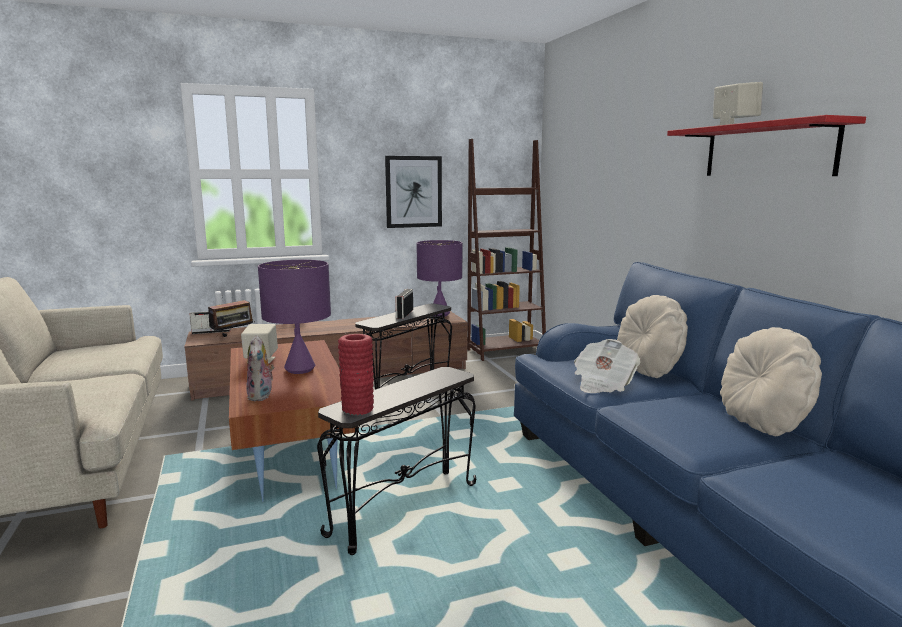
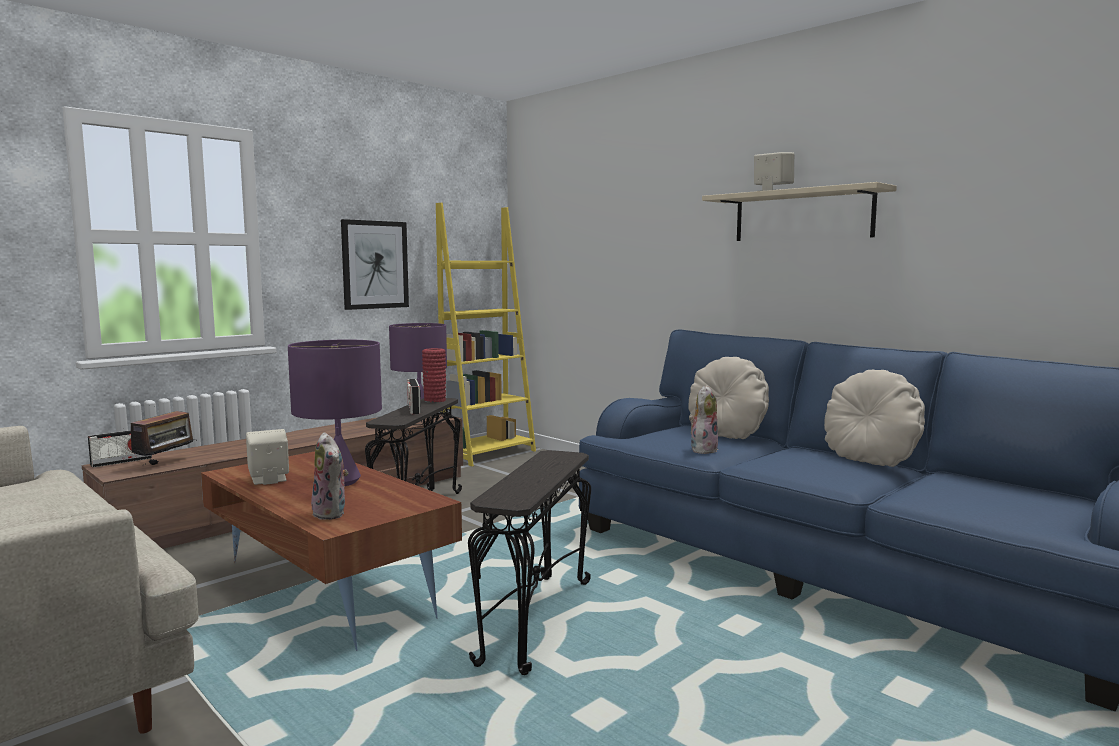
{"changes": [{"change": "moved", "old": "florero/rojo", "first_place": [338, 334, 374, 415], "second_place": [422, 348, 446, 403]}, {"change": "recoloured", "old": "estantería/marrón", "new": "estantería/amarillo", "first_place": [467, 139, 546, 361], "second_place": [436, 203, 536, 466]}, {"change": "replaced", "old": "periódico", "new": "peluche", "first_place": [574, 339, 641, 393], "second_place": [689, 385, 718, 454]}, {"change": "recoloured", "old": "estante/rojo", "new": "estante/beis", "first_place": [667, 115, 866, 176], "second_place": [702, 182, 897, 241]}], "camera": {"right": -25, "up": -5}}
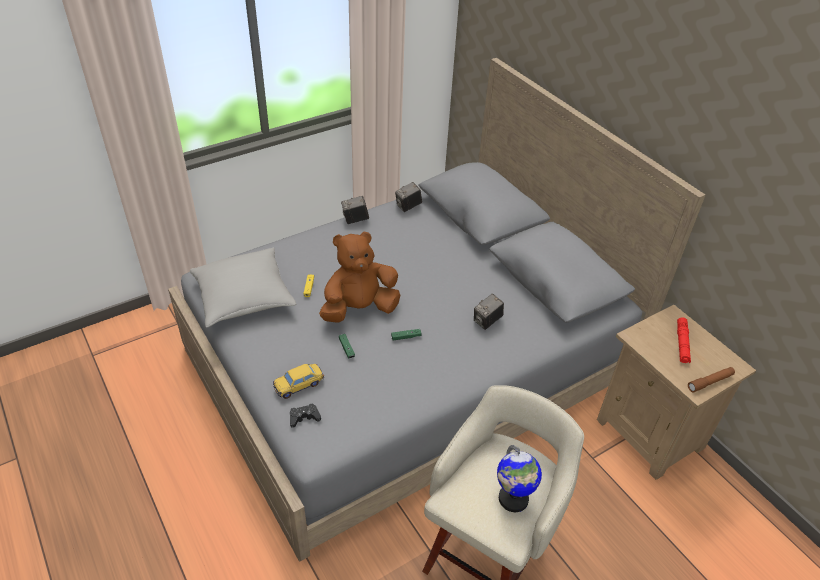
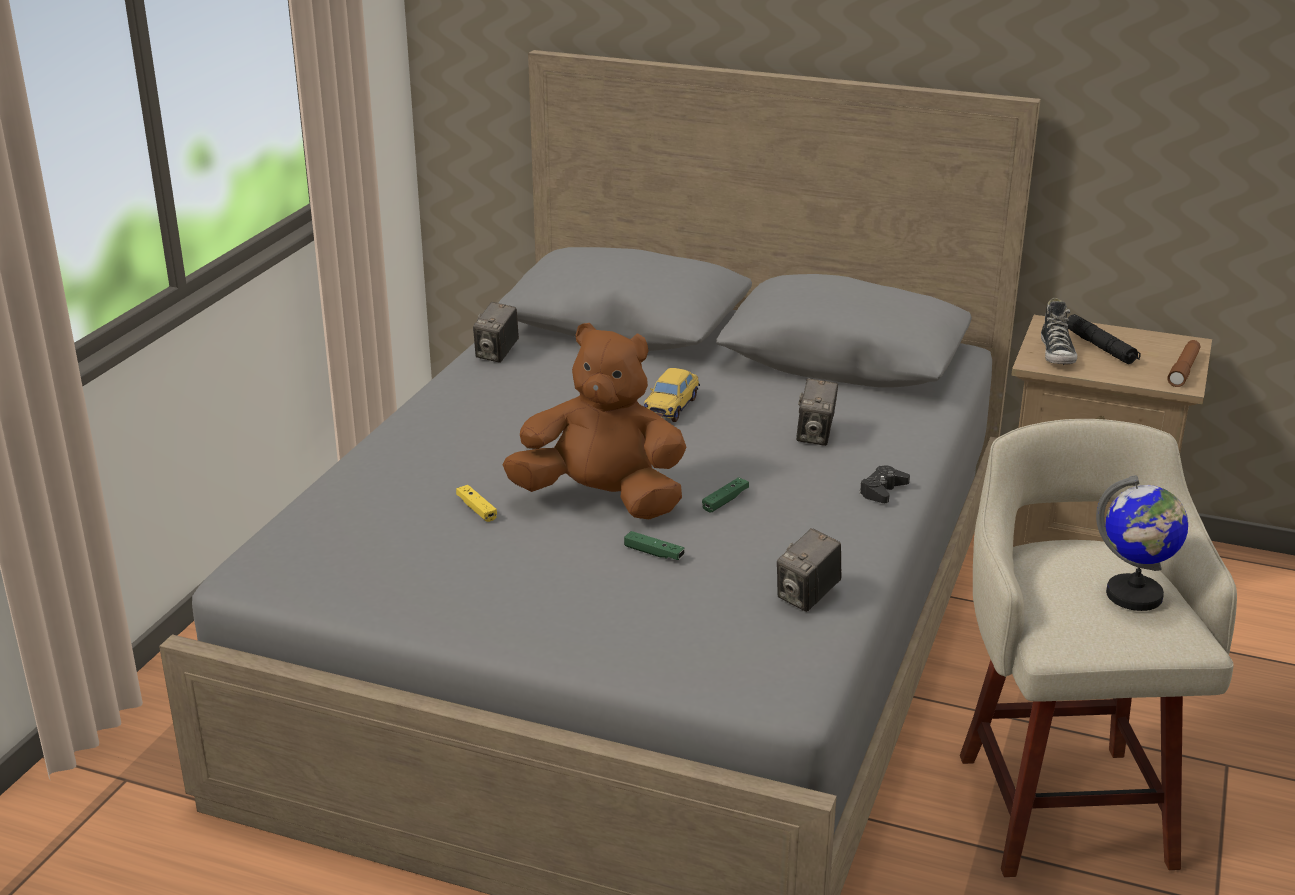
{"changes": [{"change": "removed", "old": "cojín/gris", "first_place": [190, 248, 296, 328]}, {"change": "moved", "old": "coche de juguete", "first_place": [273, 364, 324, 399], "second_place": [644, 368, 700, 422]}, {"change": "moved", "old": "mando de consola/negro", "first_place": [290, 403, 321, 428], "second_place": [859, 465, 910, 503]}, {"change": "turned", "old": "peluche/marrón", "first_place": [319, 232, 400, 323], "second_place": [502, 323, 686, 520], "degrees": 75}, {"change": "moved", "old": "cámara", "first_place": [341, 196, 369, 224], "second_place": [777, 528, 841, 612]}, {"change": "recoloured", "old": "linterna/rojo", "new": "linterna/negro", "first_place": [677, 317, 691, 364], "second_place": [1067, 314, 1140, 364]}, {"change": "added", "new": "zapato", "second_place": [1041, 298, 1077, 365]}], "camera": {"right": -35, "up": -15}}
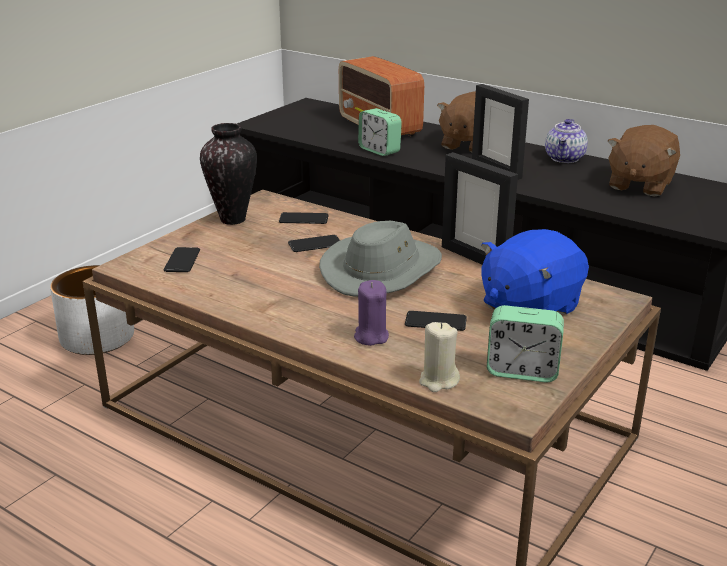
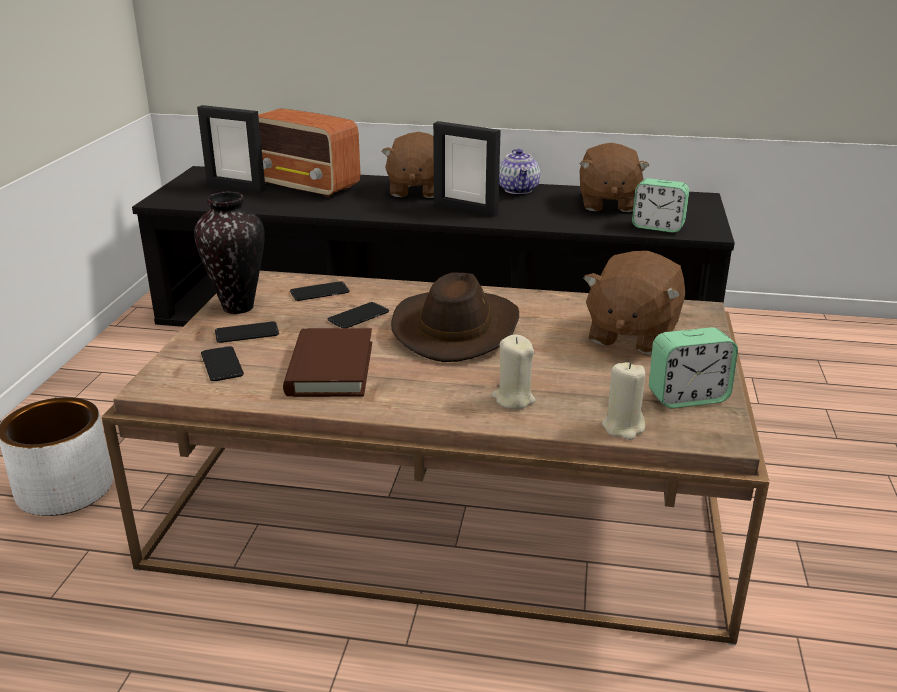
{"changes": [{"change": "recoloured", "old": "sombrero/gris", "new": "sombrero/marrón", "first_place": [319, 221, 442, 297], "second_place": [391, 272, 519, 362]}, {"change": "recoloured", "old": "vela/morado", "new": "vela/beis", "first_place": [354, 280, 389, 346], "second_place": [492, 335, 535, 409]}, {"change": "moved", "old": "despertador", "first_place": [358, 108, 402, 156], "second_place": [632, 178, 689, 233]}, {"change": "moved", "old": "móvil", "first_place": [405, 311, 467, 331], "second_place": [215, 321, 279, 343]}, {"change": "moved", "old": "portarretratos", "first_place": [442, 152, 518, 265], "second_place": [197, 105, 266, 193]}, {"change": "recoloured", "old": "peluche/azul", "new": "peluche/marrón", "first_place": [481, 229, 589, 314], "second_place": [583, 251, 686, 355]}, {"change": "added", "new": "libro/marrón", "second_place": [283, 328, 372, 397]}], "camera": {"right": -25, "up": 0}}
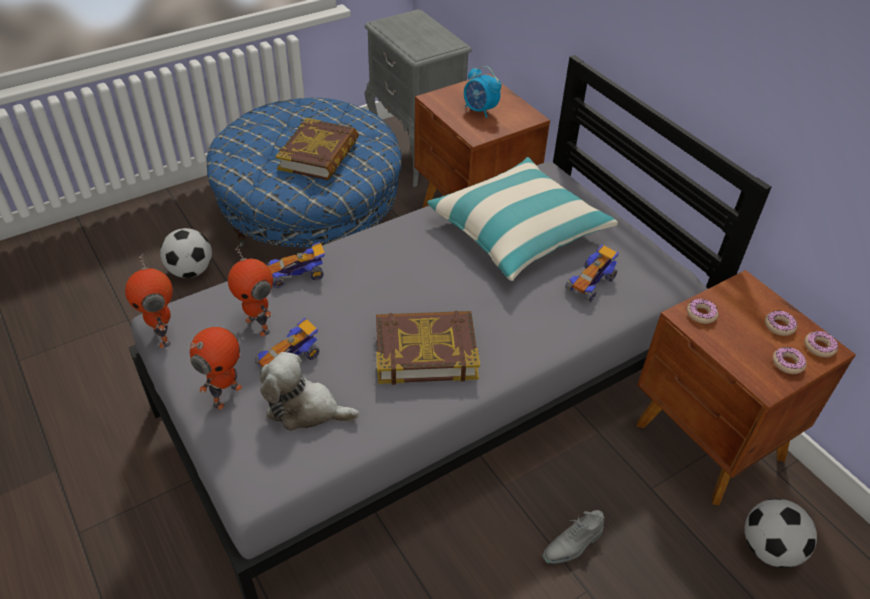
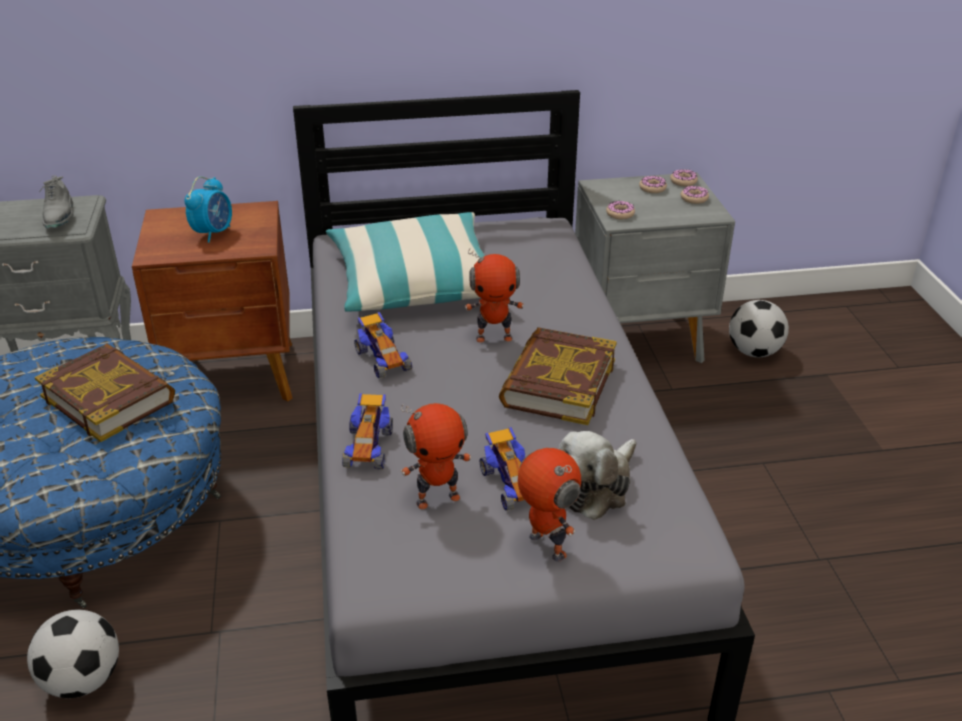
{"changes": [{"change": "moved", "old": "robot de juguete", "first_place": [125, 253, 173, 348], "second_place": [465, 248, 524, 343]}, {"change": "turned", "old": "despertador", "first_place": [464, 66, 501, 118], "second_place": [184, 176, 232, 243], "degrees": -45}, {"change": "moved", "old": "zapato/gris", "first_place": [542, 510, 605, 564], "second_place": [39, 175, 74, 229]}, {"change": "moved", "old": "coche de juguete", "first_place": [565, 244, 619, 302], "second_place": [354, 312, 412, 378]}, {"change": "recoloured", "old": "mesita de noche/marrón", "new": "mesita de noche/gris", "first_place": [637, 270, 856, 505], "second_place": [575, 172, 735, 363]}], "camera": {"right": -65, "up": -10}}
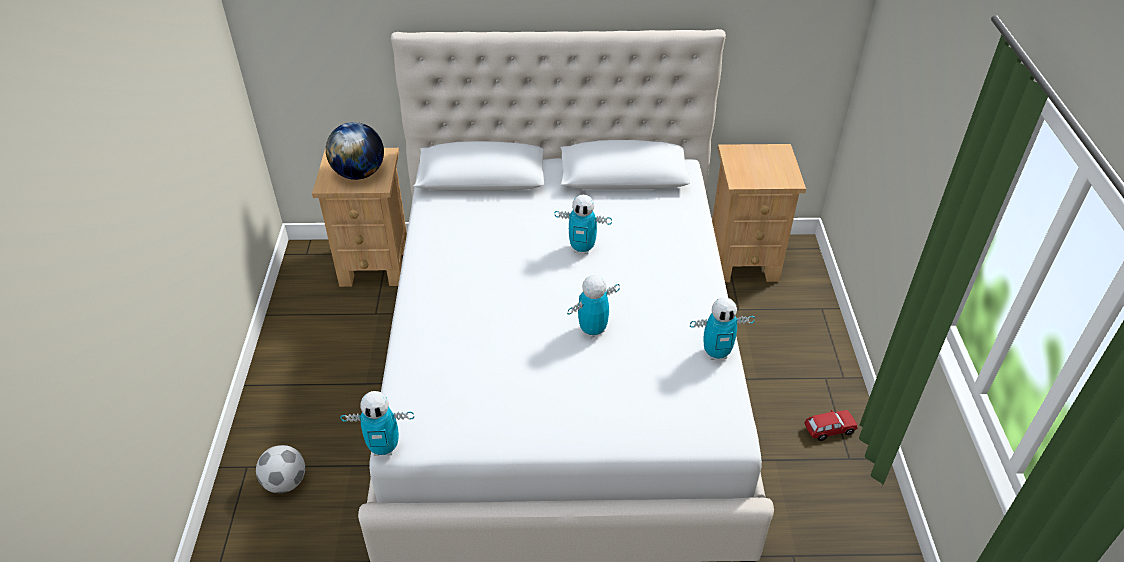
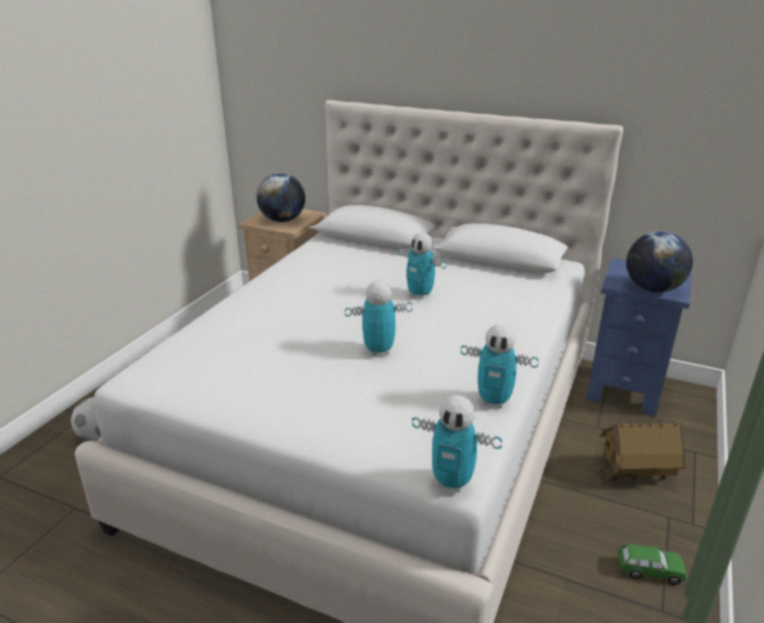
{"changes": [{"change": "moved", "old": "robot de juguete", "first_place": [340, 391, 414, 456], "second_place": [412, 395, 502, 493]}, {"change": "recoloured", "old": "mesita de noche/beis", "new": "mesita de noche/azul", "first_place": [712, 144, 806, 282], "second_place": [586, 258, 692, 416]}, {"change": "recoloured", "old": "coche de juguete/rojo", "new": "coche de juguete/verde", "first_place": [805, 410, 858, 441], "second_place": [619, 544, 687, 585]}, {"change": "added", "new": "casita", "second_place": [596, 421, 685, 486]}, {"change": "added", "new": "globo terráqueo", "second_place": [626, 231, 693, 292]}], "camera": {"right": 25, "up": -15}}
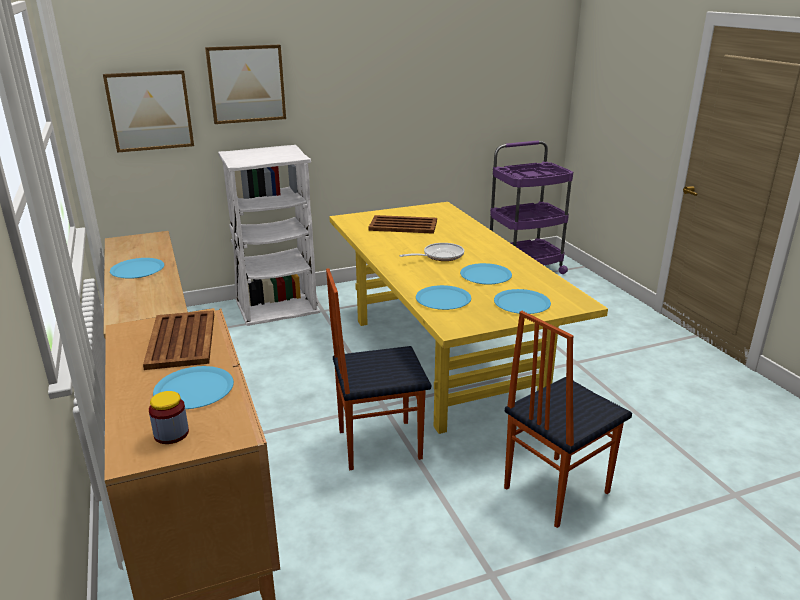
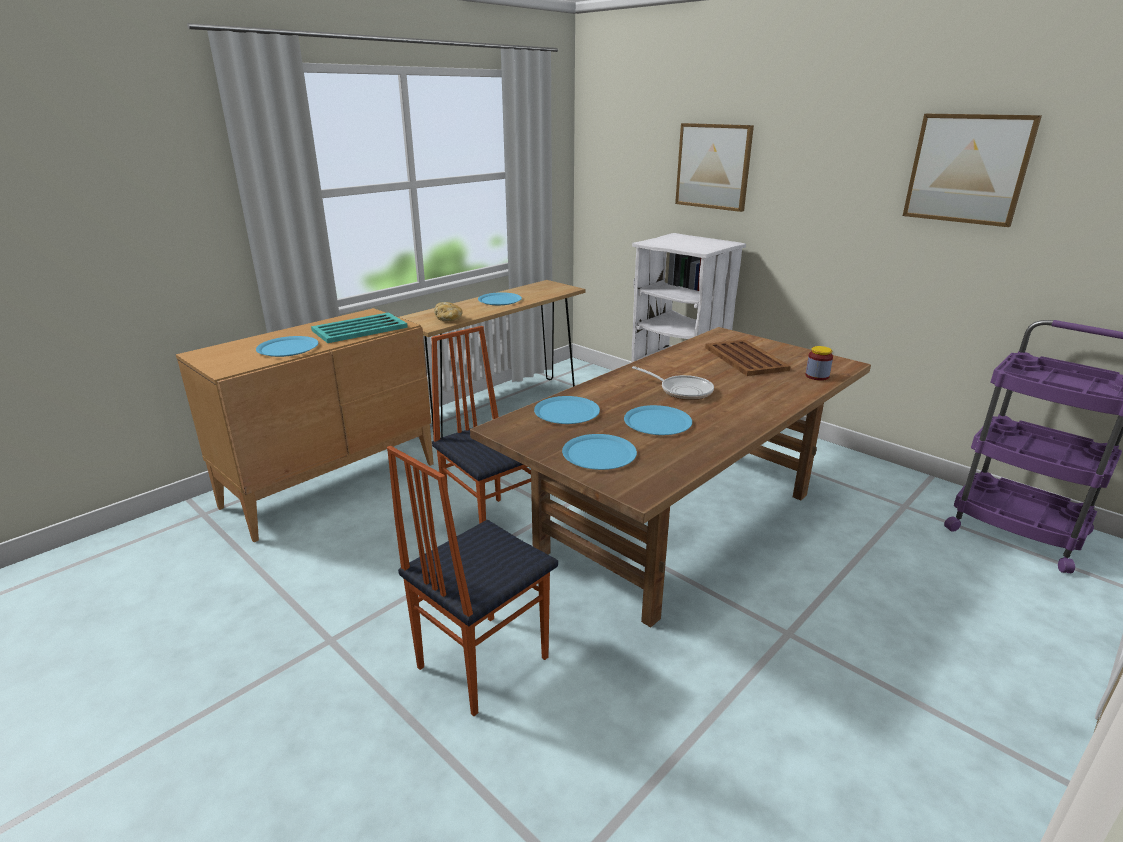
{"changes": [{"change": "moved", "old": "cuadro", "first_place": [103, 70, 194, 153], "second_place": [903, 114, 1042, 227]}, {"change": "recoloured", "old": "bandeja/marrón", "new": "bandeja/turquesa", "first_place": [143, 310, 214, 370], "second_place": [311, 312, 408, 343]}, {"change": "moved", "old": "tarro", "first_place": [149, 391, 189, 444], "second_place": [805, 346, 833, 381]}, {"change": "recoloured", "old": "mesa de comedor/amarillo", "new": "mesa de comedor/marrón", "first_place": [329, 202, 608, 434], "second_place": [470, 327, 871, 628]}, {"change": "turned", "old": "silla", "first_place": [504, 311, 632, 528], "second_place": [387, 446, 558, 716], "degrees": -75}, {"change": "added", "new": "pan", "second_place": [434, 302, 463, 321]}], "camera": {"right": 65, "up": 0}}
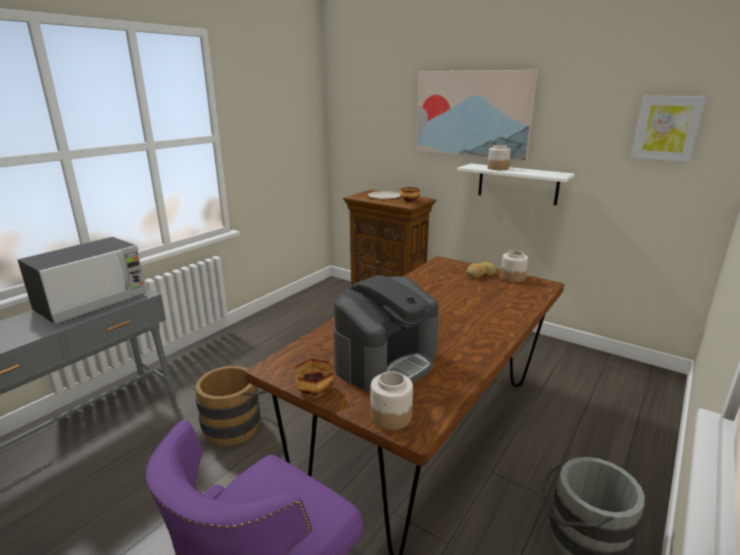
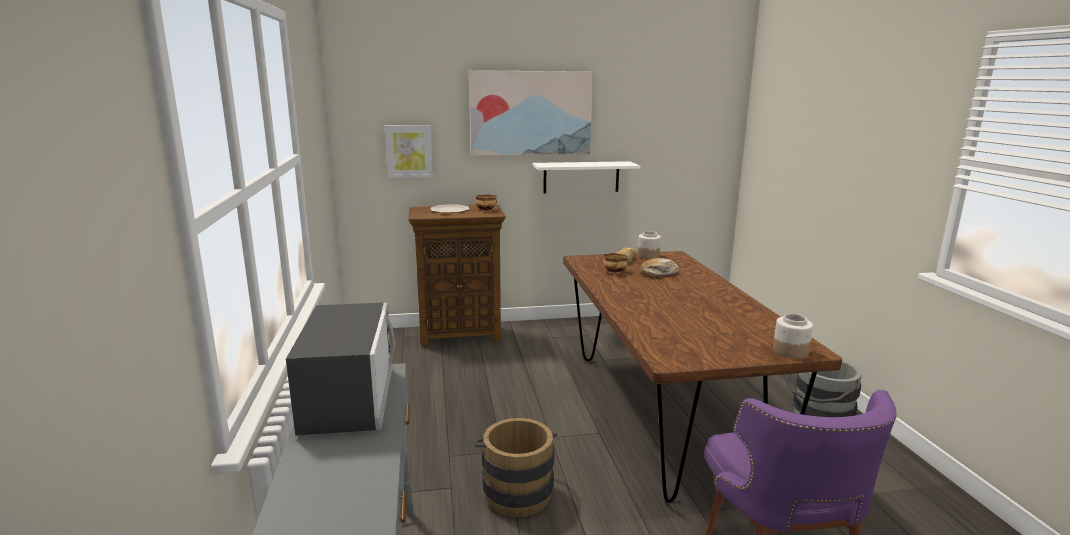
{"changes": [{"change": "moved", "old": "cuenco", "first_place": [295, 359, 334, 395], "second_place": [603, 253, 628, 273]}, {"change": "removed", "old": "cafetera", "first_place": [333, 275, 439, 394]}, {"change": "removed", "old": "tarro", "first_place": [488, 145, 511, 170]}, {"change": "moved", "old": "cuadro", "first_place": [631, 96, 707, 163], "second_place": [385, 125, 433, 178]}, {"change": "added", "new": "pan", "second_place": [640, 258, 679, 277]}], "camera": {"right": -45, "up": -5}}
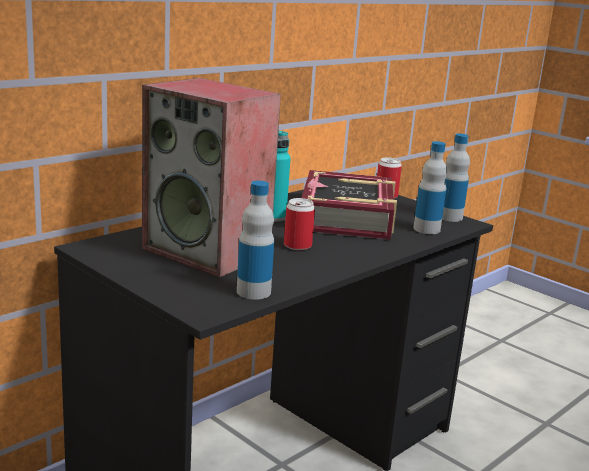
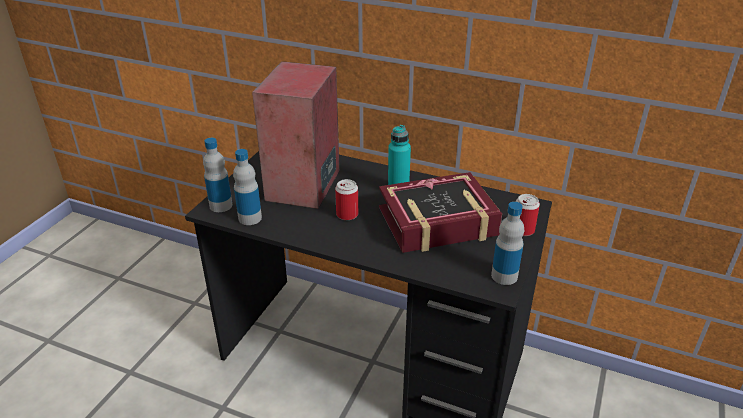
{"changes": [{"change": "moved", "old": "botella", "first_place": [413, 141, 447, 234], "second_place": [203, 138, 232, 212]}], "camera": {"right": 70, "up": 15}}
